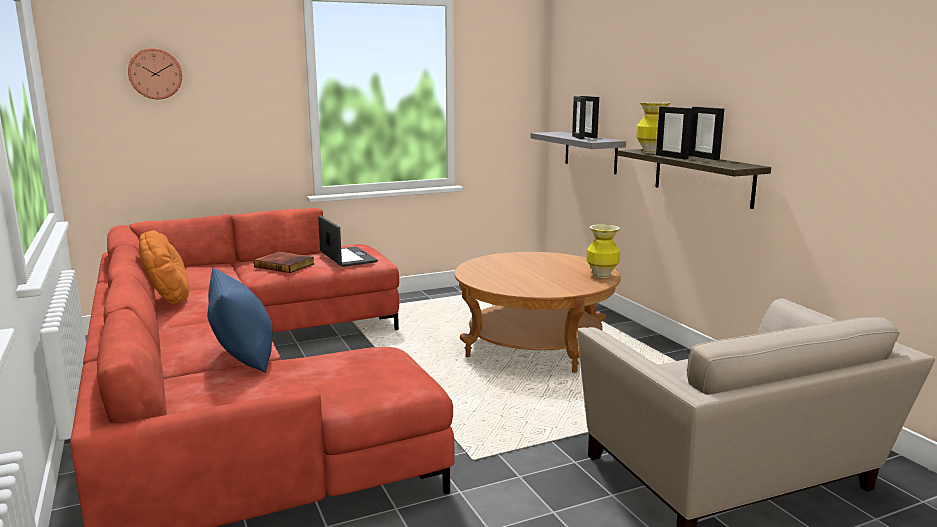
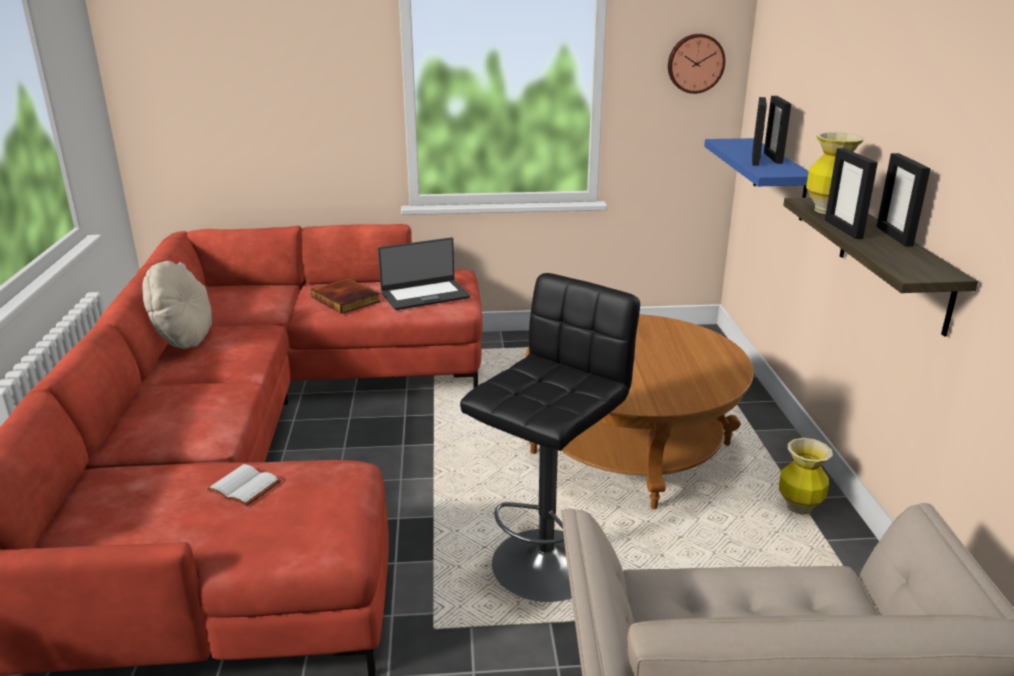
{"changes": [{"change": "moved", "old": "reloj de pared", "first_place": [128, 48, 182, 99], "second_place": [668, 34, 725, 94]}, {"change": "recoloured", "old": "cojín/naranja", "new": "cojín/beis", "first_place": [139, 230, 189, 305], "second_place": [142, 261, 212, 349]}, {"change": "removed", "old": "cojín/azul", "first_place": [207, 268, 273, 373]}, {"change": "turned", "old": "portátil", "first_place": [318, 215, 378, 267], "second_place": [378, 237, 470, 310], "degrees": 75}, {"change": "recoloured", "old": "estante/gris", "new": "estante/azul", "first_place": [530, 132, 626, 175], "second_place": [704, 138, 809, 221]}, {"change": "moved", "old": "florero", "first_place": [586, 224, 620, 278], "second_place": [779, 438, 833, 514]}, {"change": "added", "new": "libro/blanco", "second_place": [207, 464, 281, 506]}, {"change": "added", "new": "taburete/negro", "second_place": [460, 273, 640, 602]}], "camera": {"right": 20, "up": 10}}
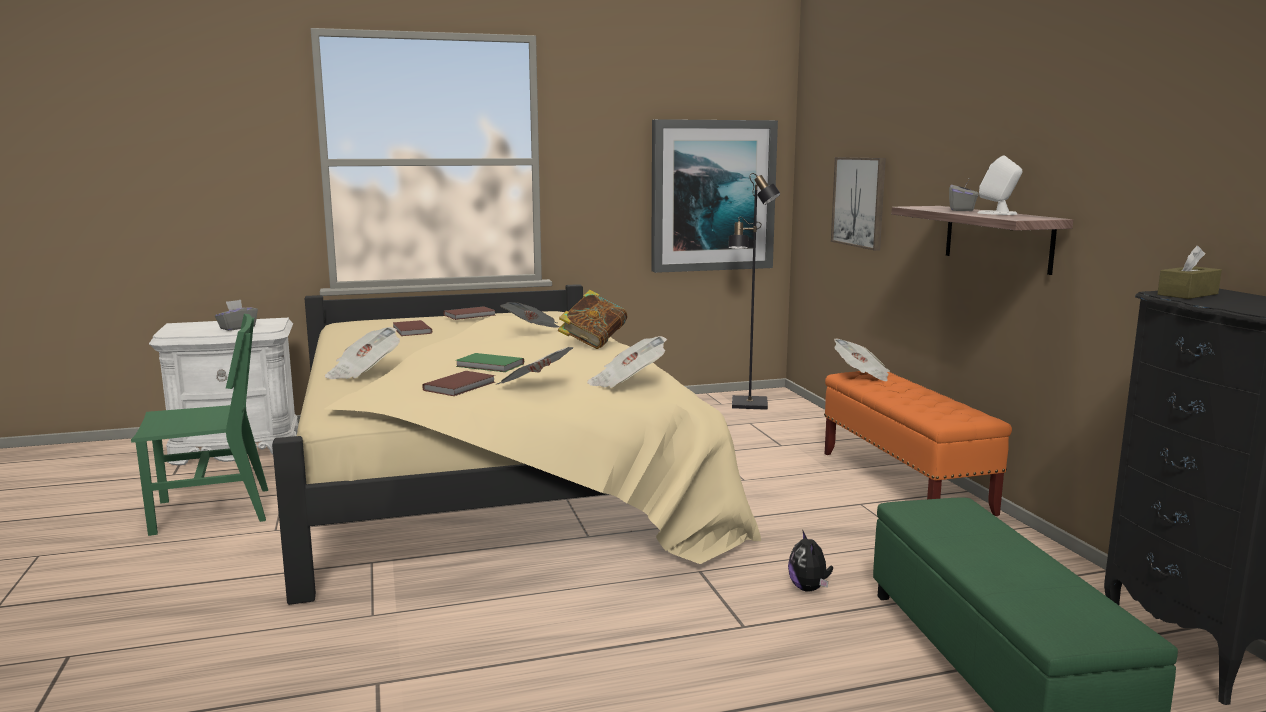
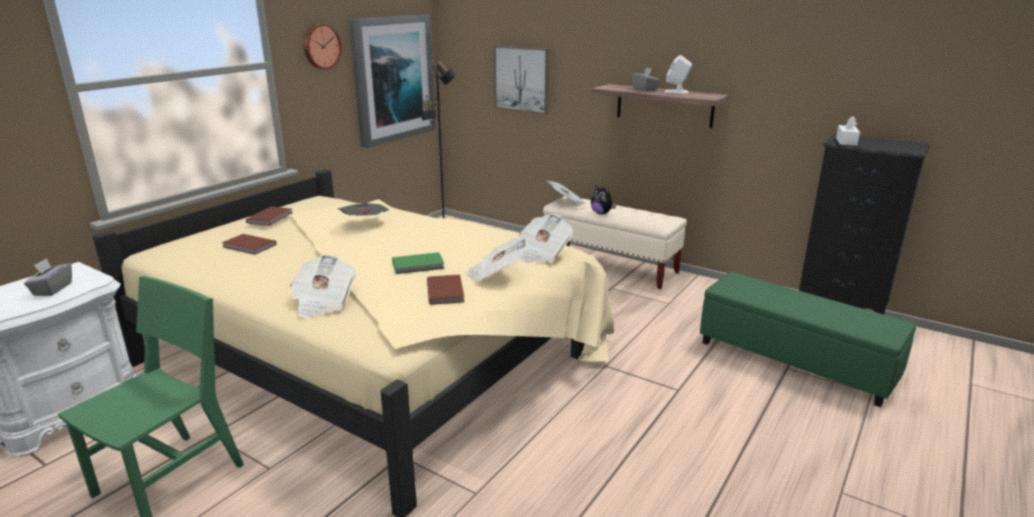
{"changes": [{"change": "removed", "old": "libro", "first_place": [558, 290, 627, 349]}, {"change": "moved", "old": "peluche", "first_place": [788, 531, 833, 592], "second_place": [591, 185, 616, 214]}, {"change": "recoloured", "old": "banco/naranja", "new": "banco/beis", "first_place": [824, 371, 1012, 516], "second_place": [543, 196, 687, 289]}, {"change": "recoloured", "old": "caja de pañuelos/marrón", "new": "caja de pañuelos/blanco", "first_place": [1157, 246, 1222, 299], "second_place": [836, 116, 860, 146]}, {"change": "added", "new": "reloj de pared", "second_place": [304, 24, 342, 69]}], "camera": {"right": -40, "up": 10}}
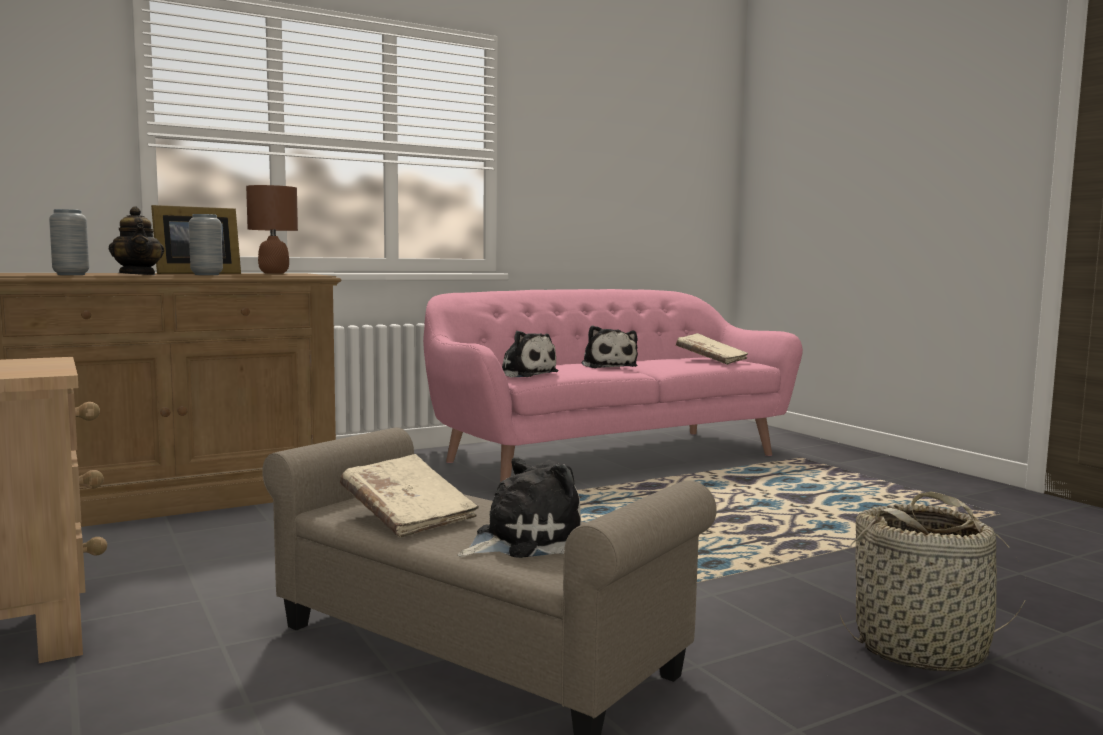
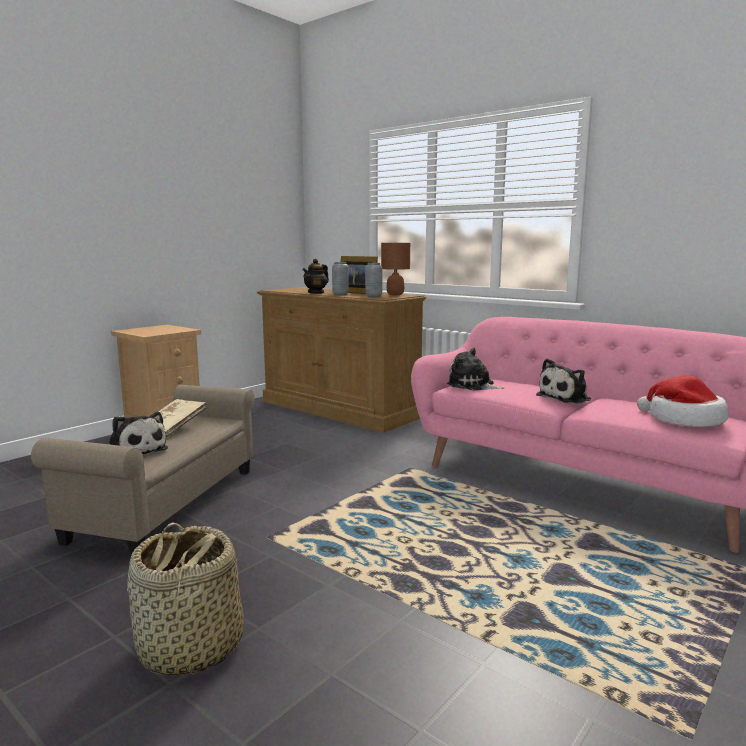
{"changes": [{"change": "moved", "old": "florero/gris", "first_place": [49, 209, 89, 275], "second_place": [365, 263, 382, 297]}, {"change": "turned", "old": "peluche", "first_place": [502, 331, 559, 377], "second_place": [447, 348, 504, 391], "degrees": 105}, {"change": "replaced", "old": "libro/beis", "new": "sombrero", "first_place": [676, 333, 748, 365], "second_place": [637, 375, 728, 427]}], "camera": {"right": 70, "up": 5}}
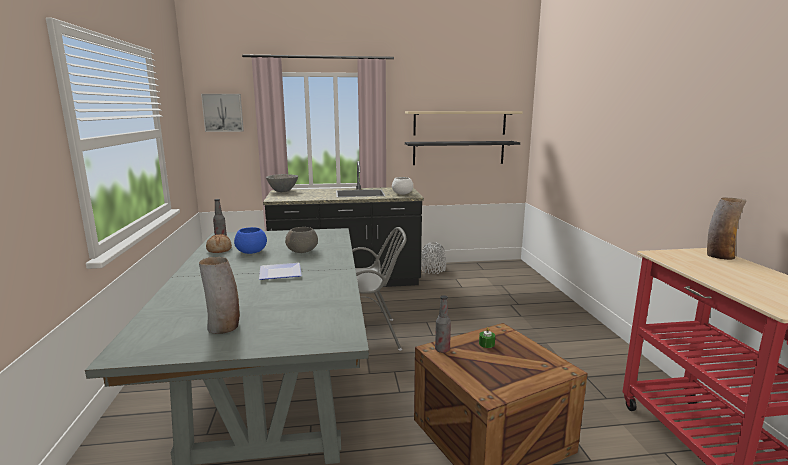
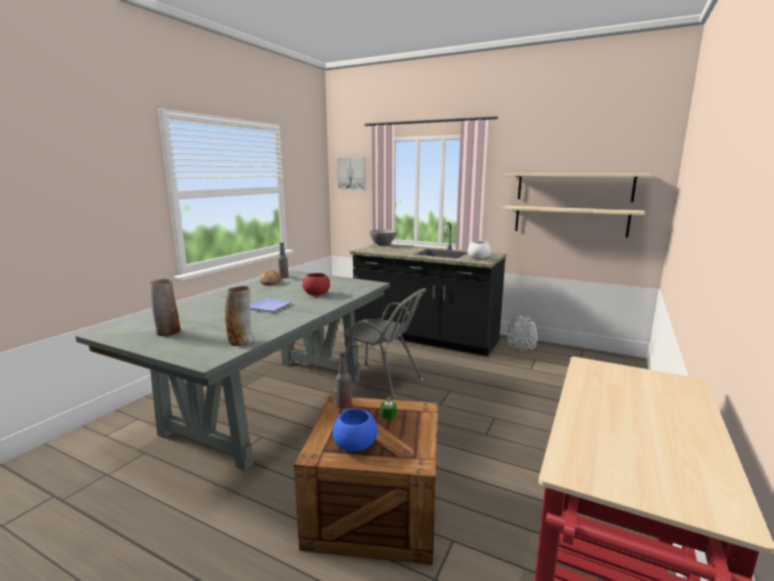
{"changes": [{"change": "moved", "old": "cuenco/azul", "first_place": [234, 227, 267, 254], "second_place": [333, 409, 377, 452]}, {"change": "recoloured", "old": "cuenco/gris", "new": "cuenco/rojo", "first_place": [285, 227, 318, 253], "second_place": [302, 273, 330, 296]}, {"change": "recoloured", "old": "estante/negro", "new": "estante/beis", "first_place": [405, 141, 520, 165], "second_place": [503, 206, 645, 238]}, {"change": "moved", "old": "florero", "first_place": [707, 197, 746, 260], "second_place": [225, 286, 254, 346]}], "camera": {"right": 35, "up": 0}}
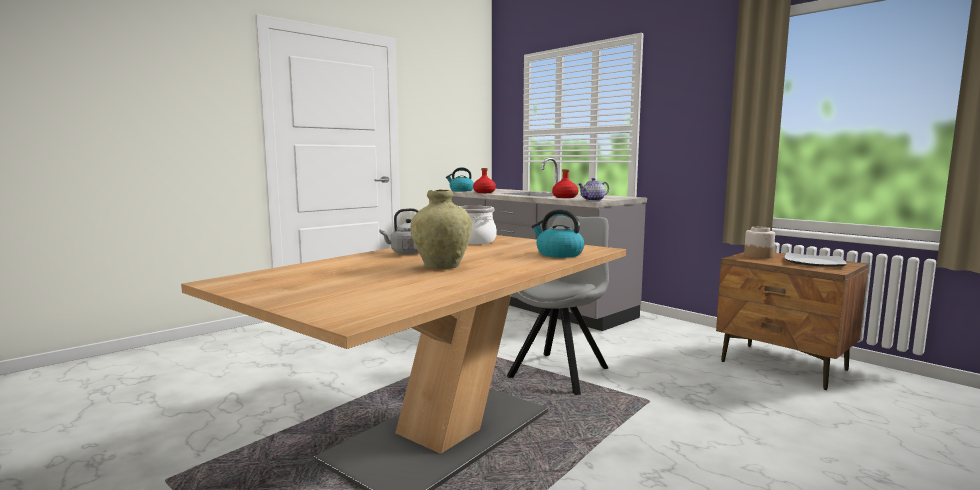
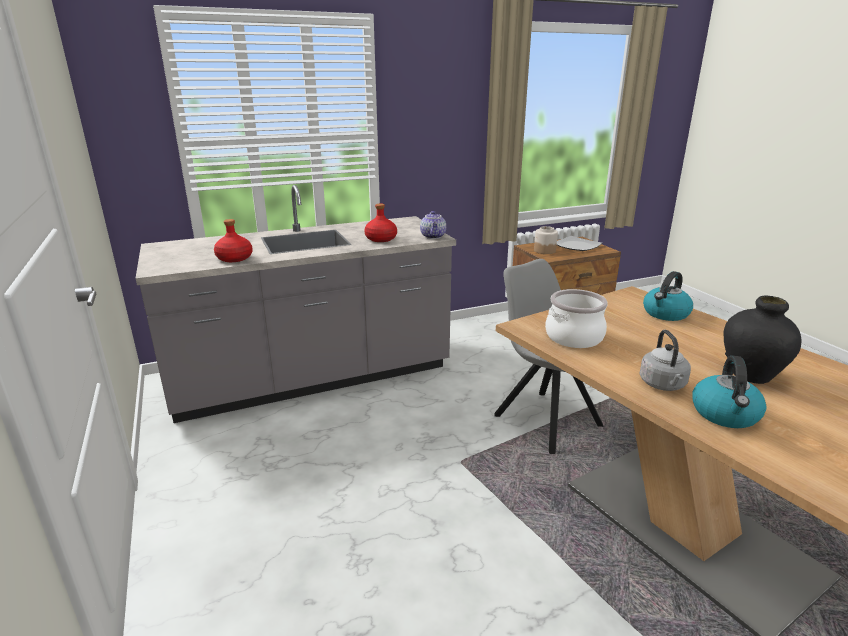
{"changes": [{"change": "recoloured", "old": "florero/beis", "new": "florero/negro", "first_place": [410, 190, 472, 269], "second_place": [723, 295, 802, 384]}, {"change": "moved", "old": "hervidor", "first_place": [446, 167, 474, 192], "second_place": [692, 356, 766, 428]}], "camera": {"right": -70, "up": 15}}
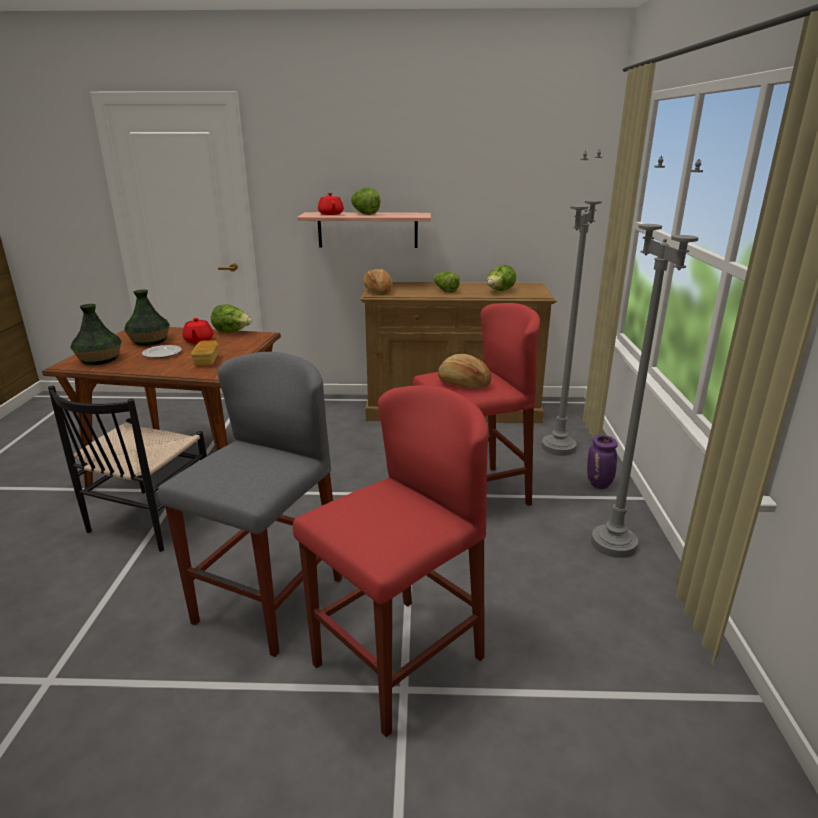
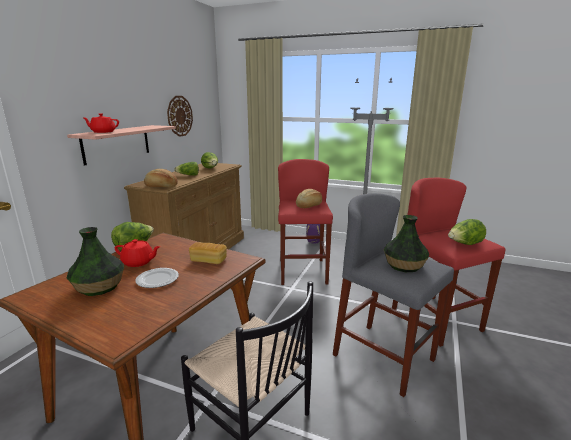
{"changes": [{"change": "moved", "old": "florero", "first_place": [70, 304, 122, 365], "second_place": [384, 215, 429, 272]}, {"change": "moved", "old": "lechuga", "first_place": [351, 188, 381, 215], "second_place": [448, 219, 486, 245]}, {"change": "removed", "old": "lámpara de pie/gris", "first_place": [542, 149, 602, 456]}, {"change": "added", "new": "reloj de pared", "second_place": [167, 96, 193, 137]}], "camera": {"right": -70, "up": -5}}
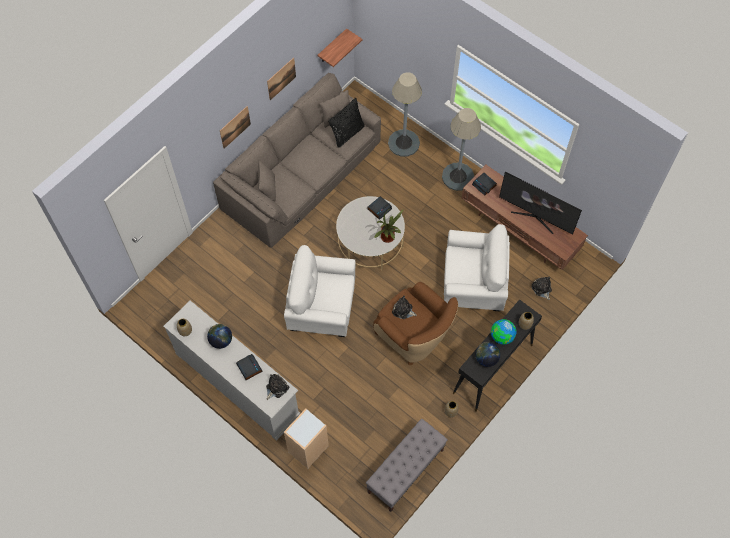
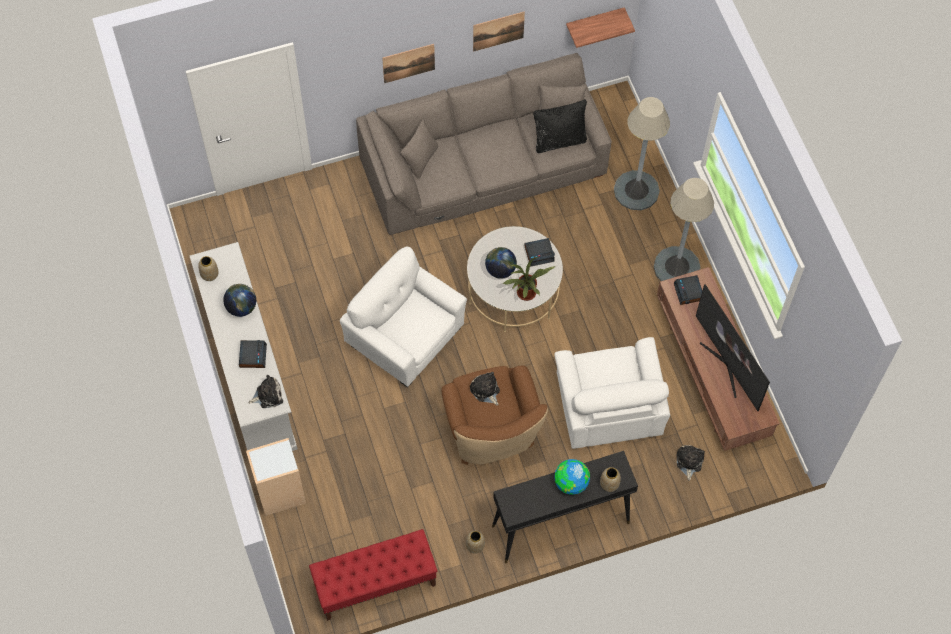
{"changes": [{"change": "recoloured", "old": "banco/gris", "new": "banco/rojo", "first_place": [366, 419, 448, 512], "second_place": [309, 529, 437, 621]}, {"change": "turned", "old": "sillón/blanco", "first_place": [444, 224, 510, 311], "second_place": [554, 337, 670, 449], "degrees": 45}, {"change": "moved", "old": "globo terráqueo", "first_place": [475, 342, 500, 367], "second_place": [485, 247, 517, 279]}], "camera": {"right": 30, "up": 0}}
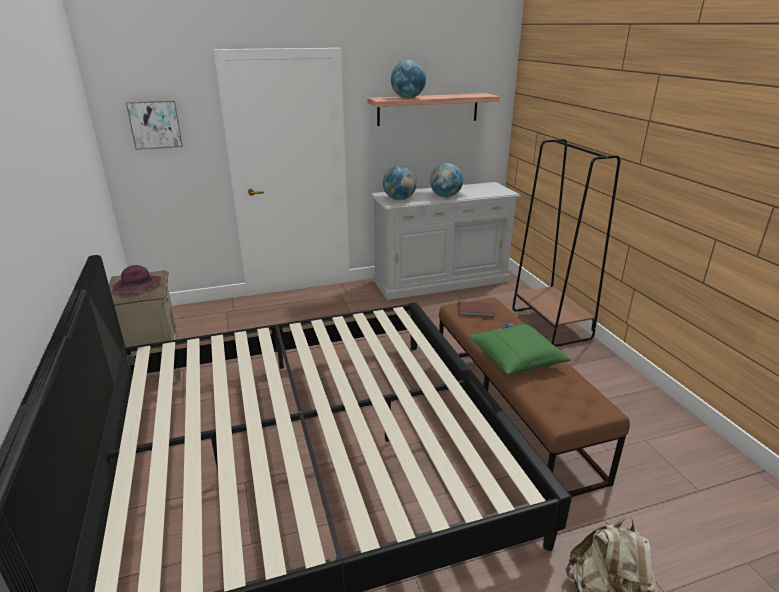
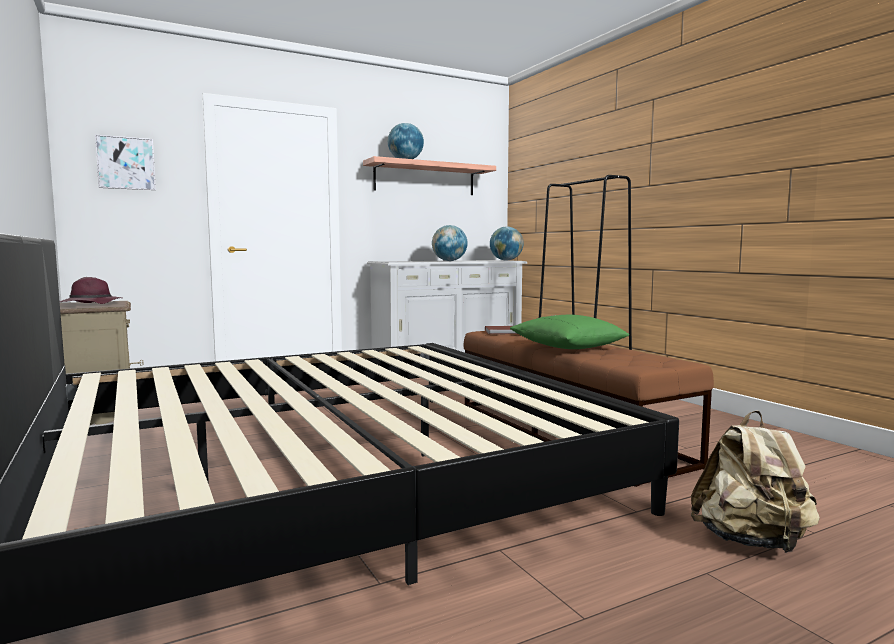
{"changes": [{"change": "moved", "old": "globo terráqueo", "first_place": [383, 166, 417, 200], "second_place": [490, 226, 524, 261]}], "camera": {"right": -10, "up": -20}}
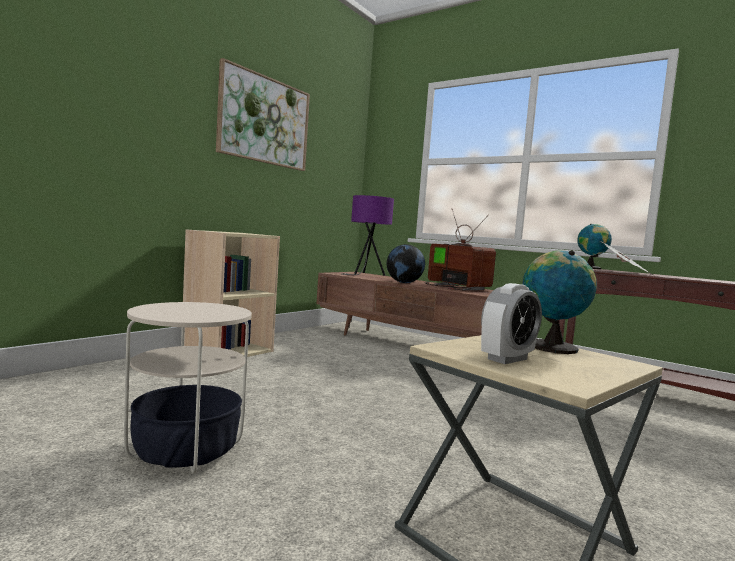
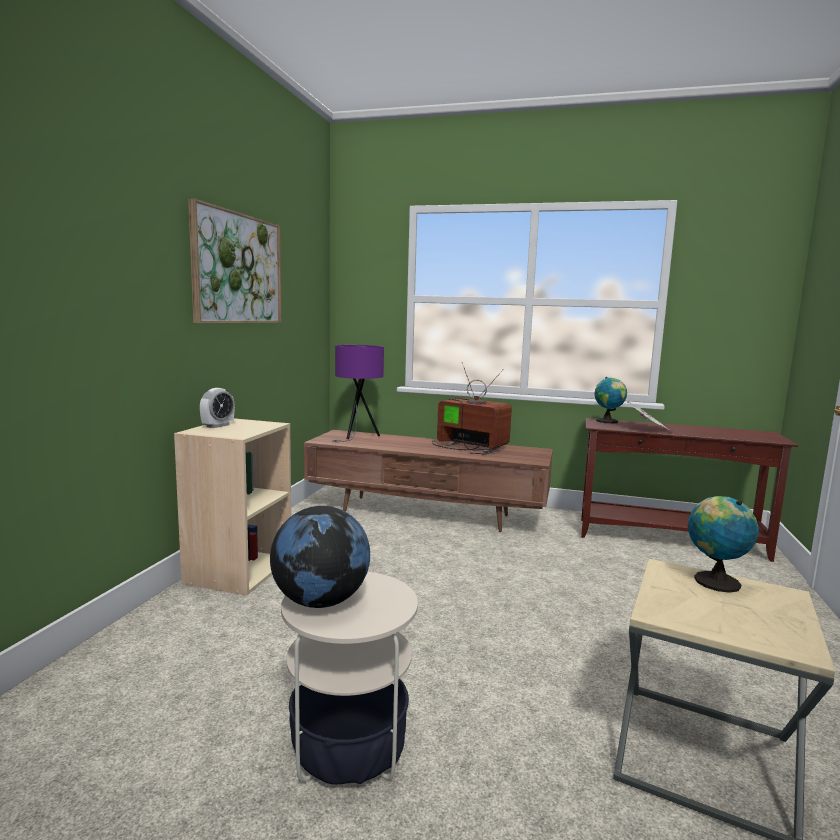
{"changes": [{"change": "moved", "old": "globo terráqueo", "first_place": [387, 244, 425, 283], "second_place": [270, 506, 370, 608]}, {"change": "moved", "old": "despertador", "first_place": [481, 283, 542, 364], "second_place": [200, 388, 235, 428]}], "camera": {"right": -20, "up": 5}}
